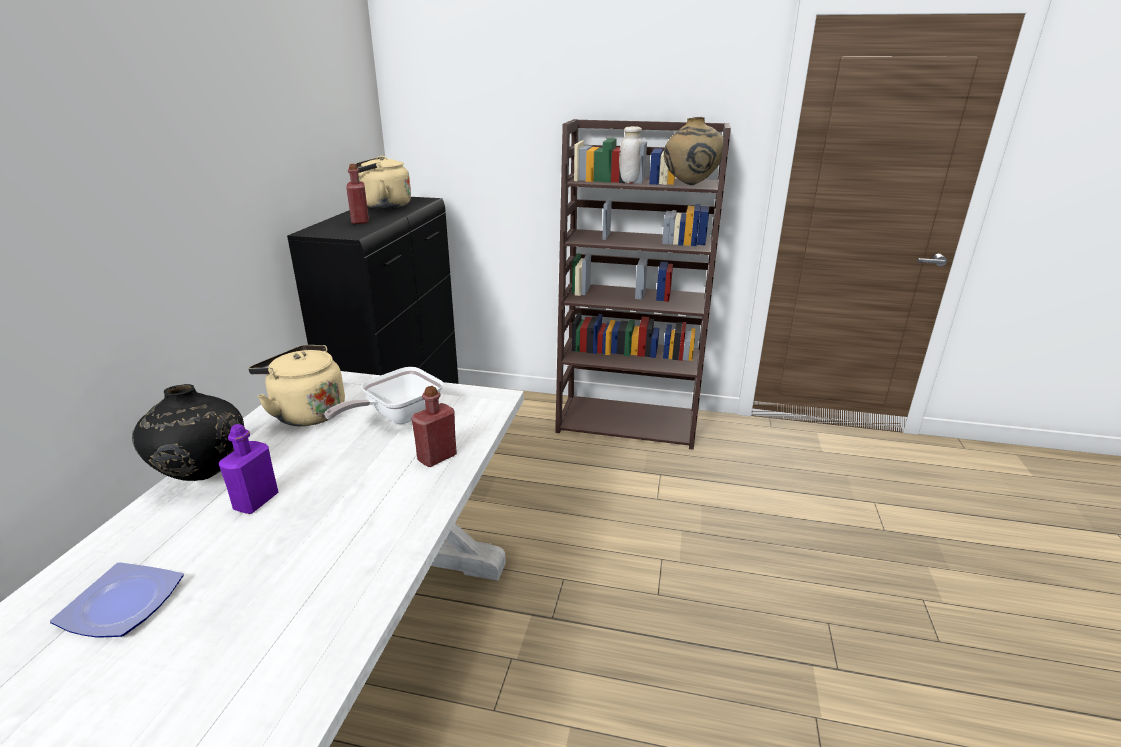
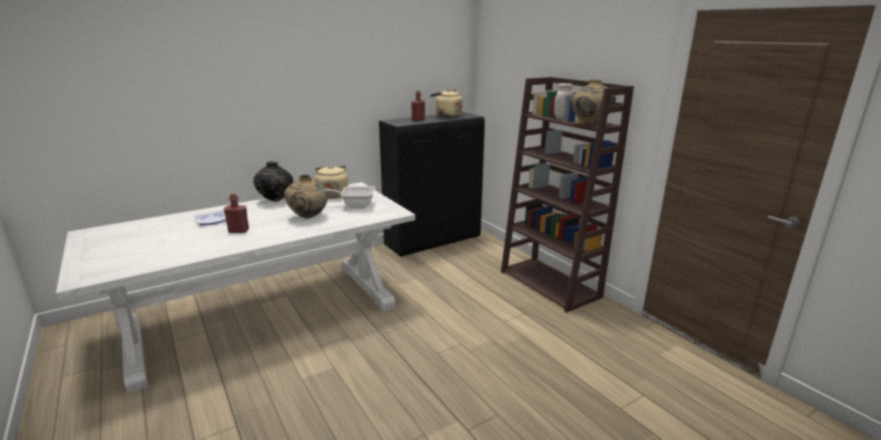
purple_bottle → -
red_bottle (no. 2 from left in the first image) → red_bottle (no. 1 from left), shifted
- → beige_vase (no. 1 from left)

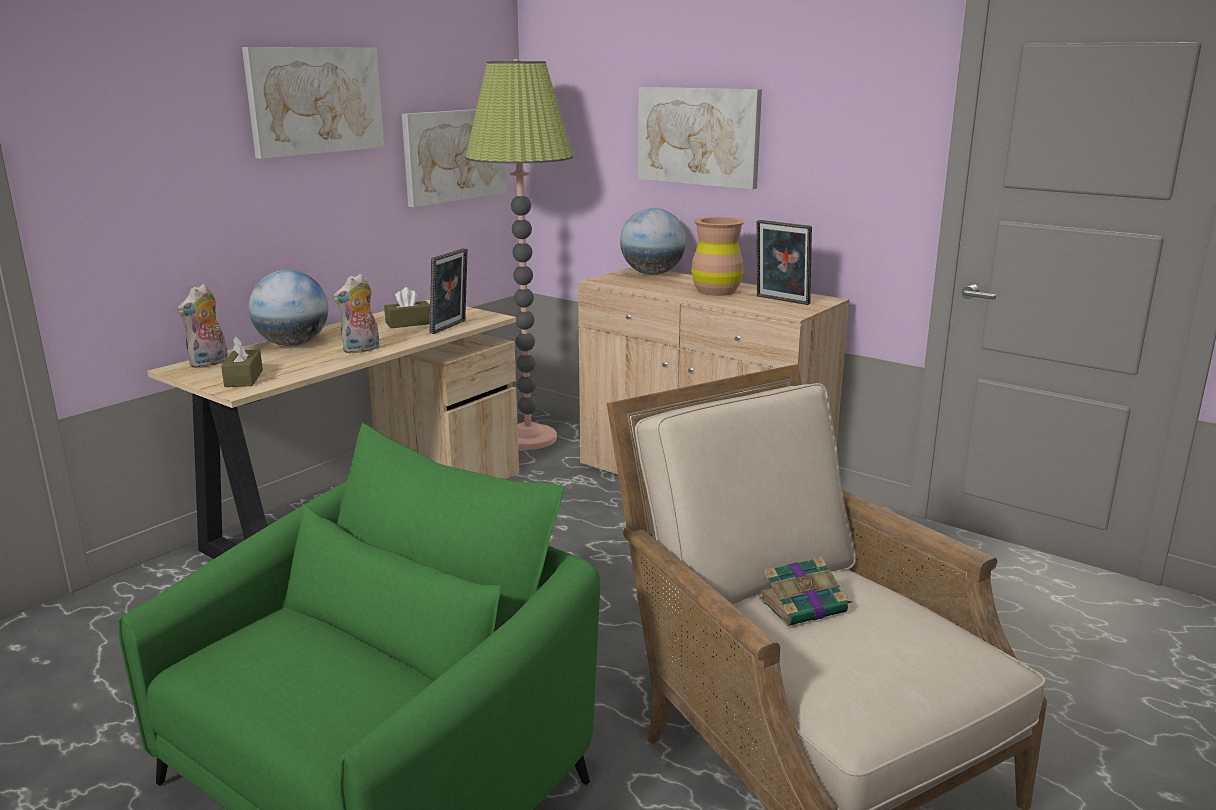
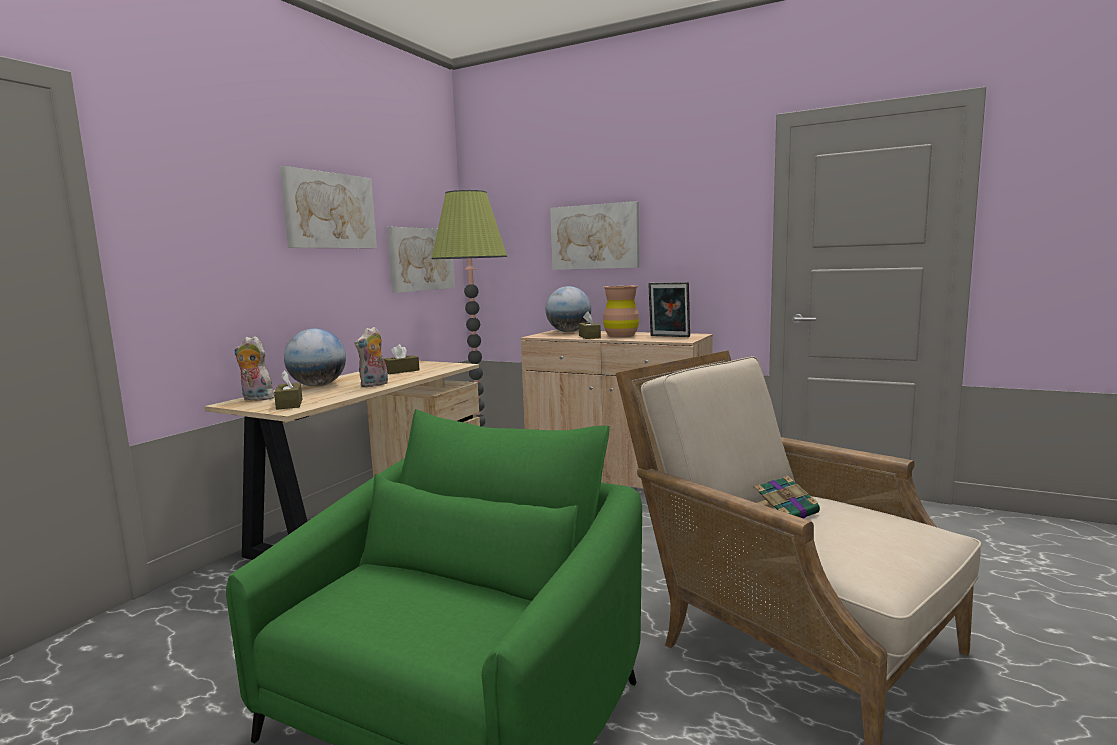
plush_toy (no. 1 from left), 90 degrees clockwise
picture_frame (no. 1 from left) → -
- → brown_tissue_box (no. 3 from left)

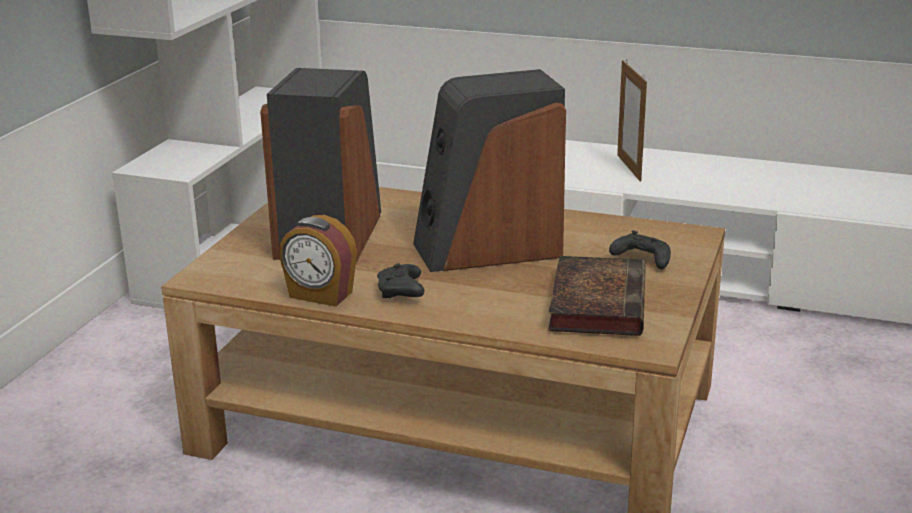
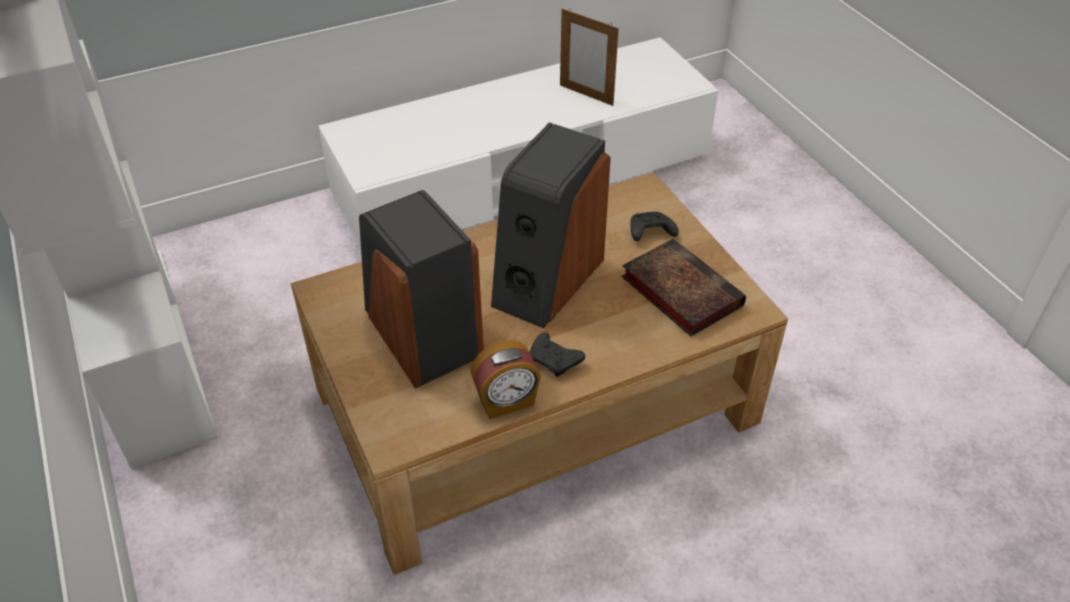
picture_frame, shifted

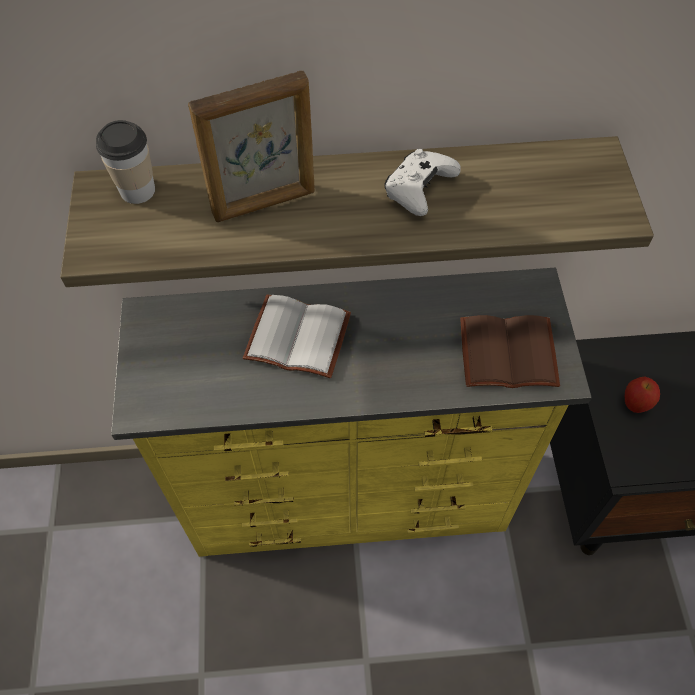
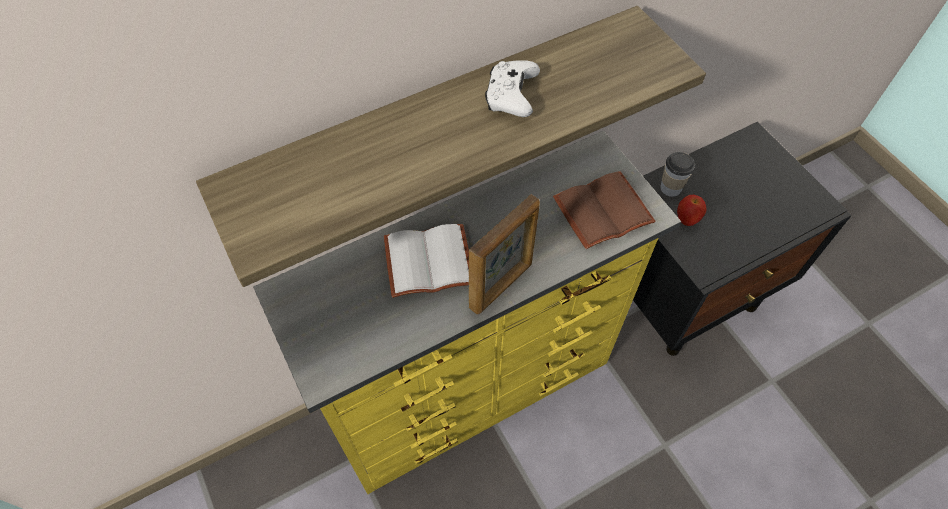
cup, shifted
picture_frame, shifted

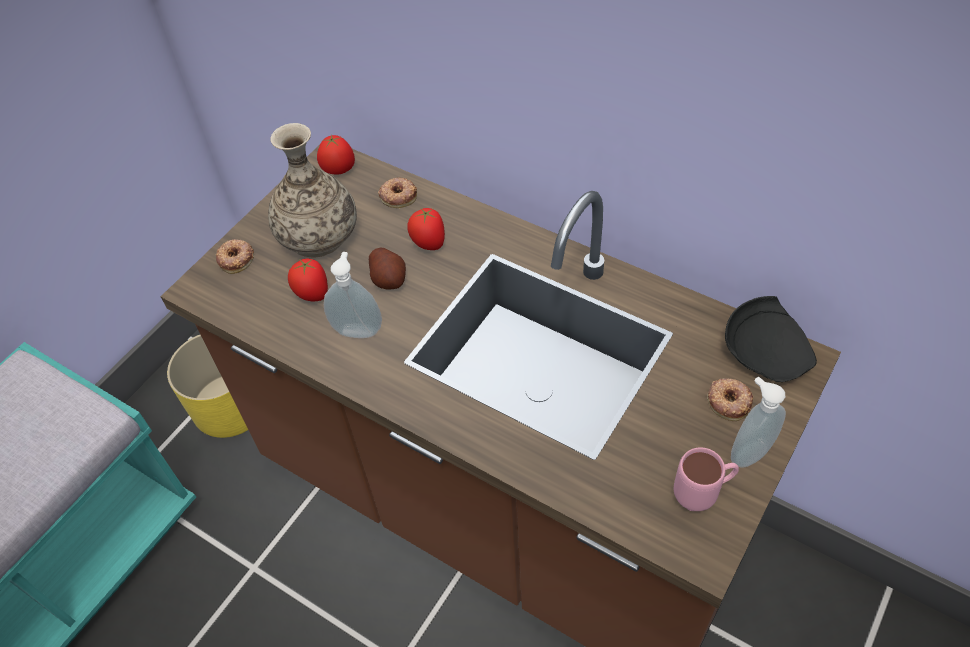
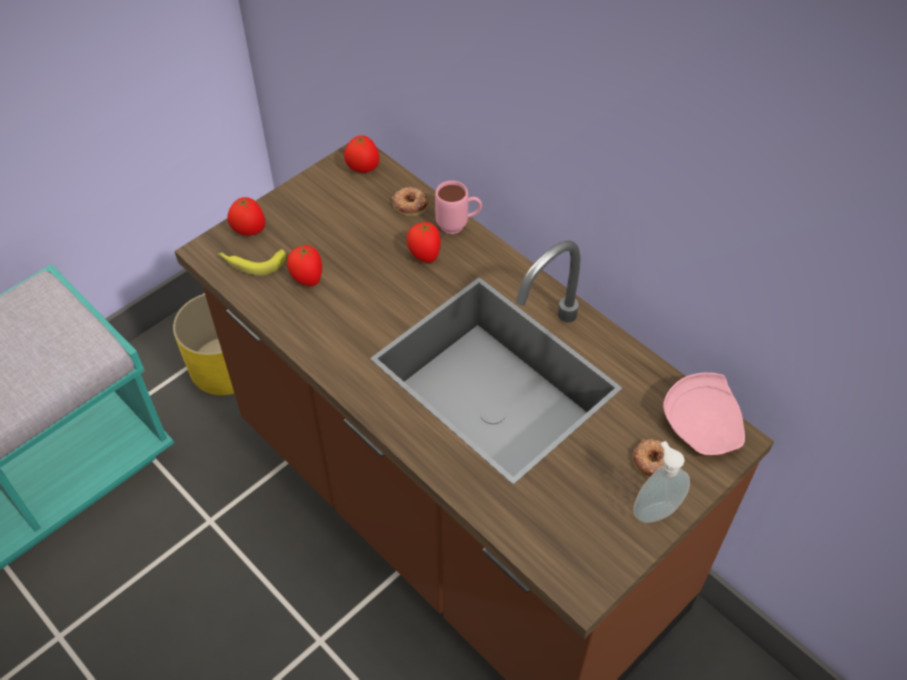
donut (no. 1 from left) → tomato (no. 1 from left)
vase → -
soap_dispenser (no. 1 from left) → -
potato → -
pink_mug, shifted
black_plate → pink_plate
- → banana

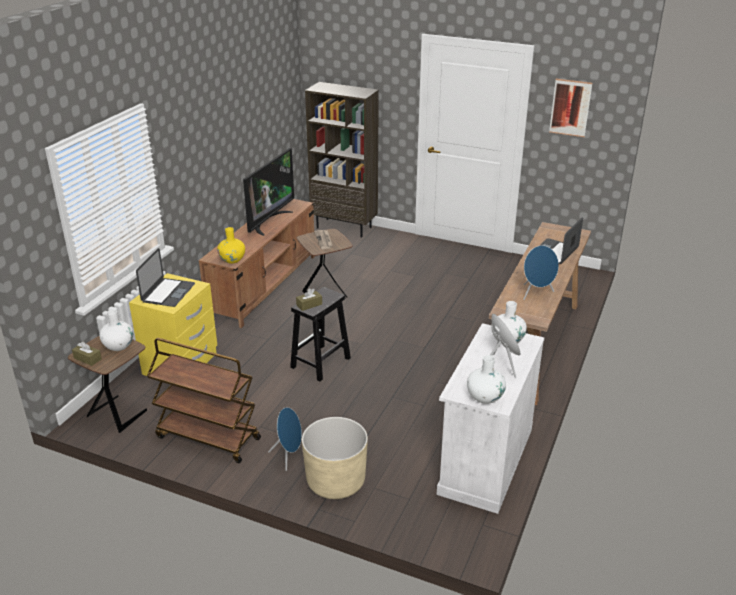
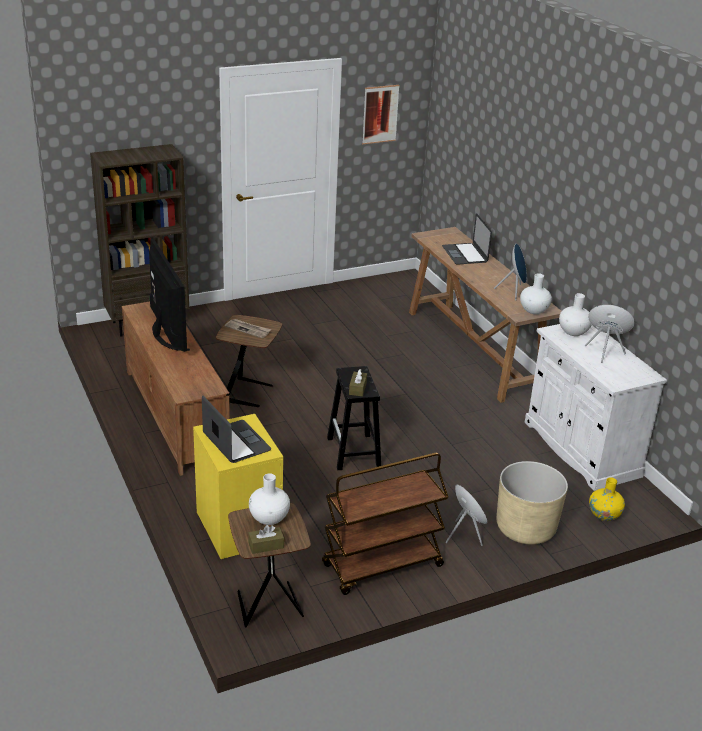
yellow_vase, shifted
white_vase (no. 2 from left), shifted

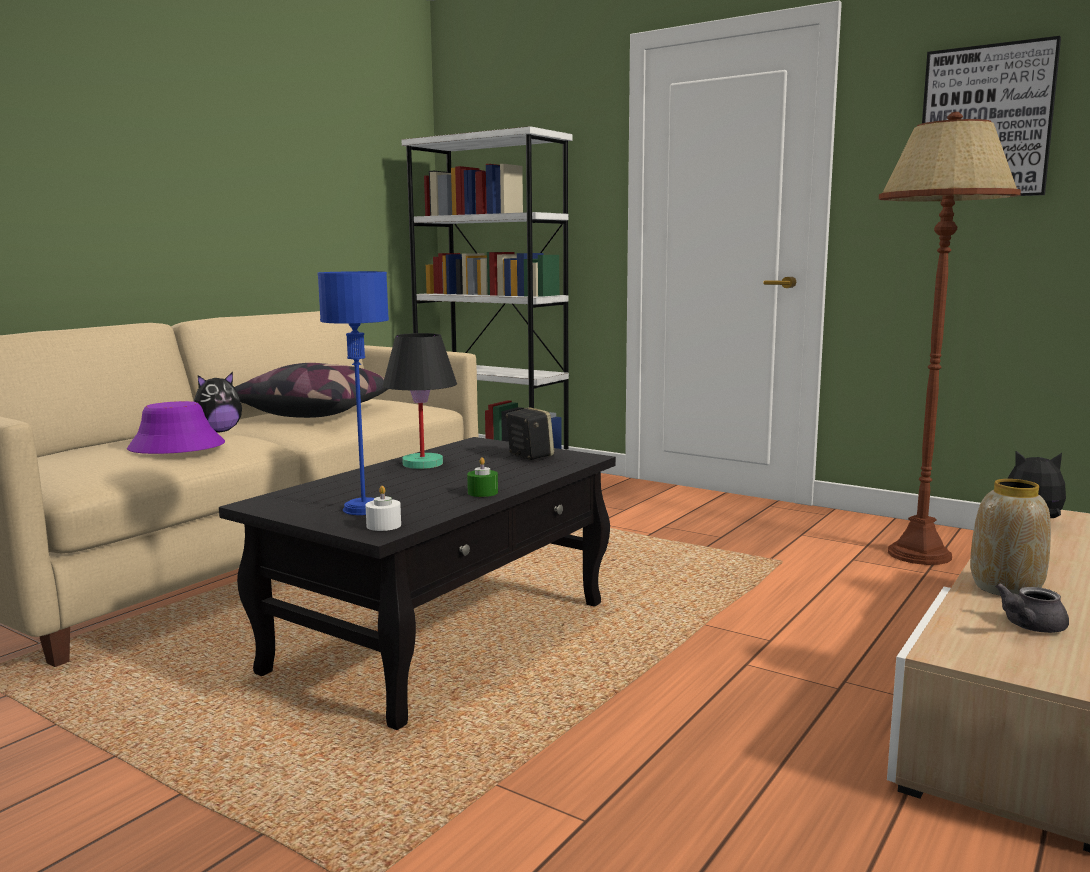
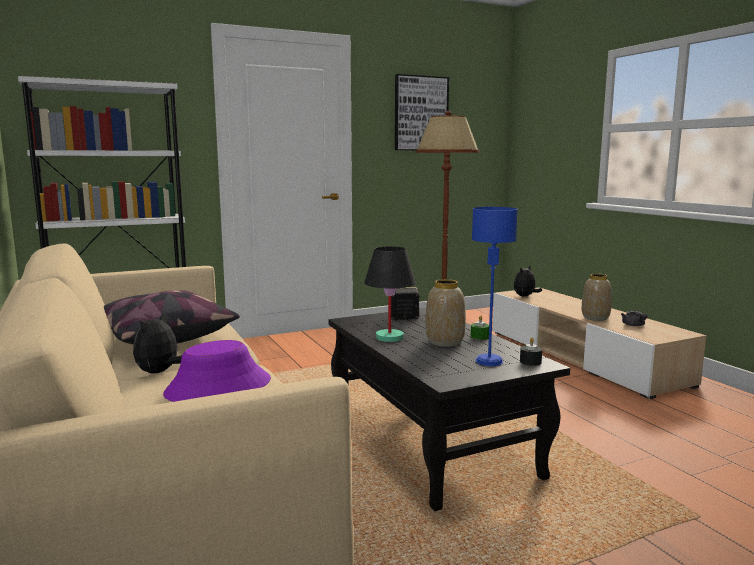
plush_toy (no. 1 from left), 150 degrees counterclockwise
white_candle → black_candle
- → vase (no. 1 from left)

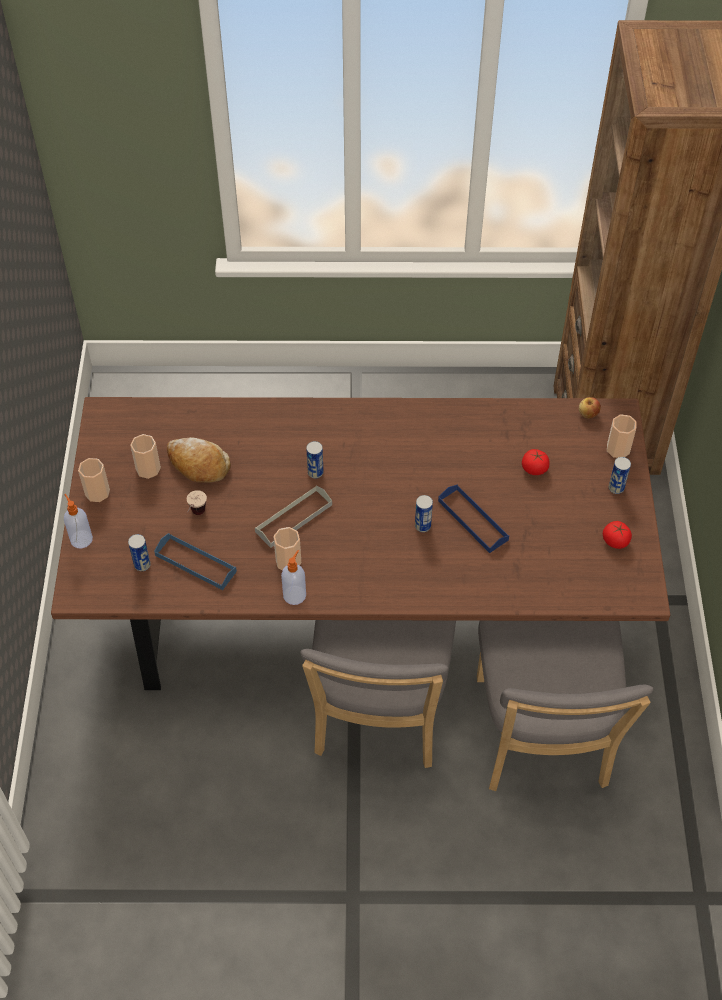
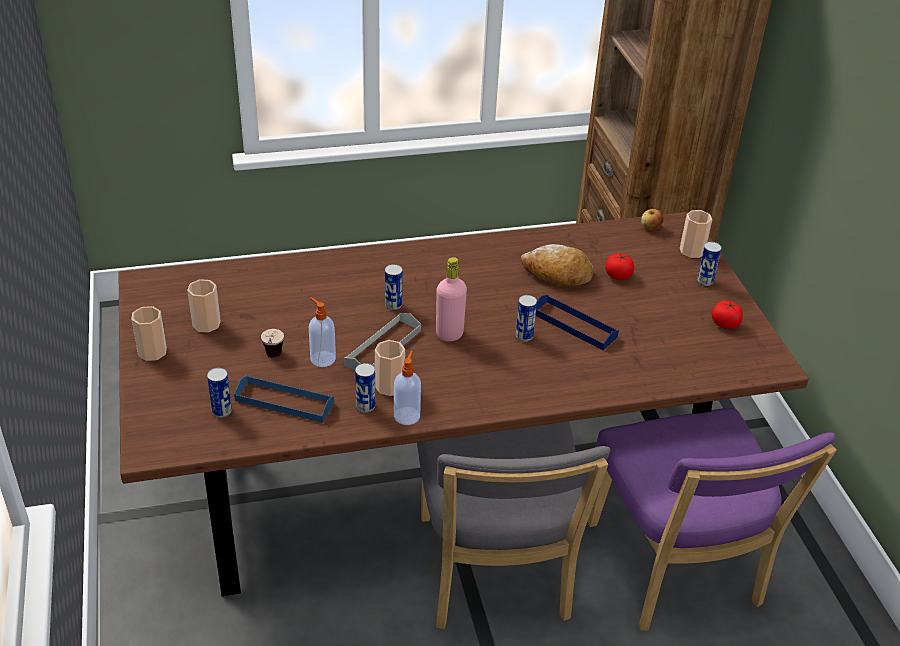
soap_dispenser (no. 1 from left), shifted
bread, shifted
grey_chair (no. 2 from left) → purple_chair
- → can (no. 2 from left)
- → pink_bottle

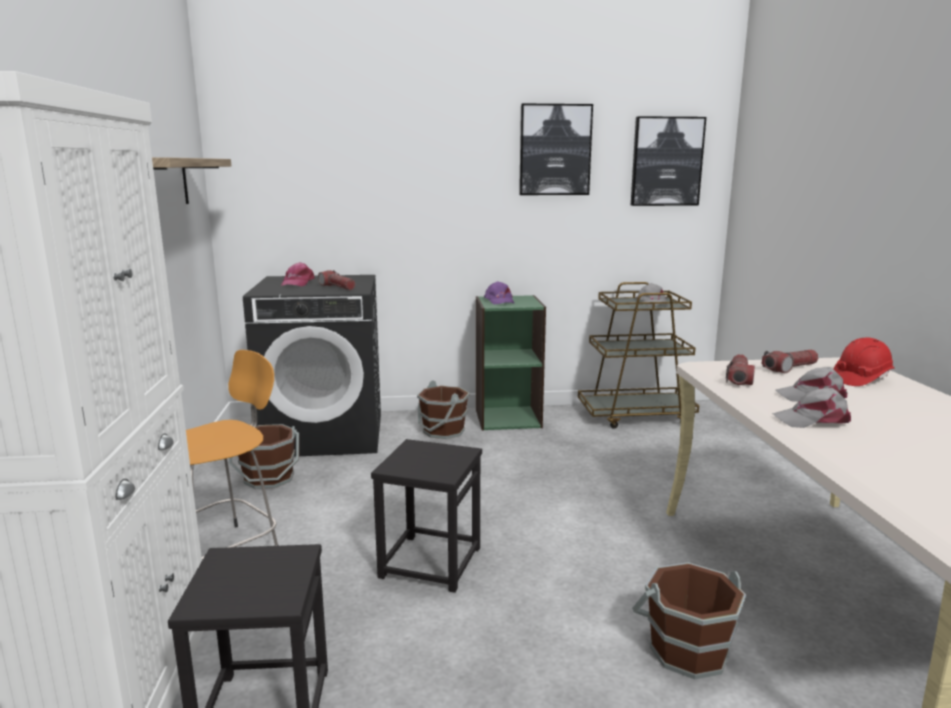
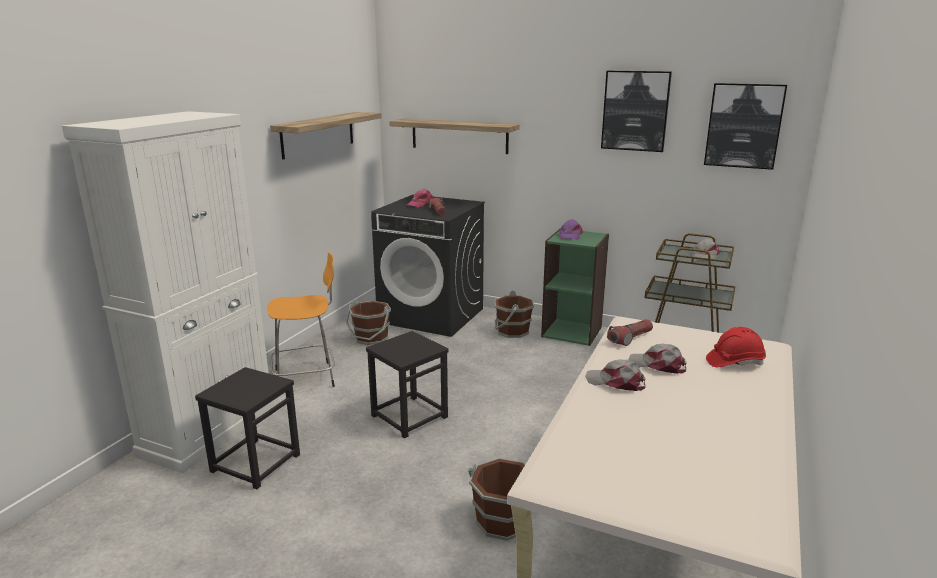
flashlight (no. 3 from left) → -
- → shelf (no. 2 from left)

